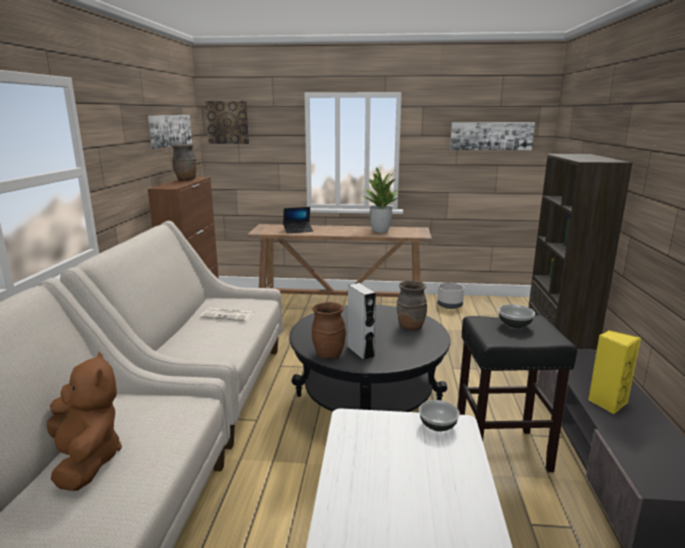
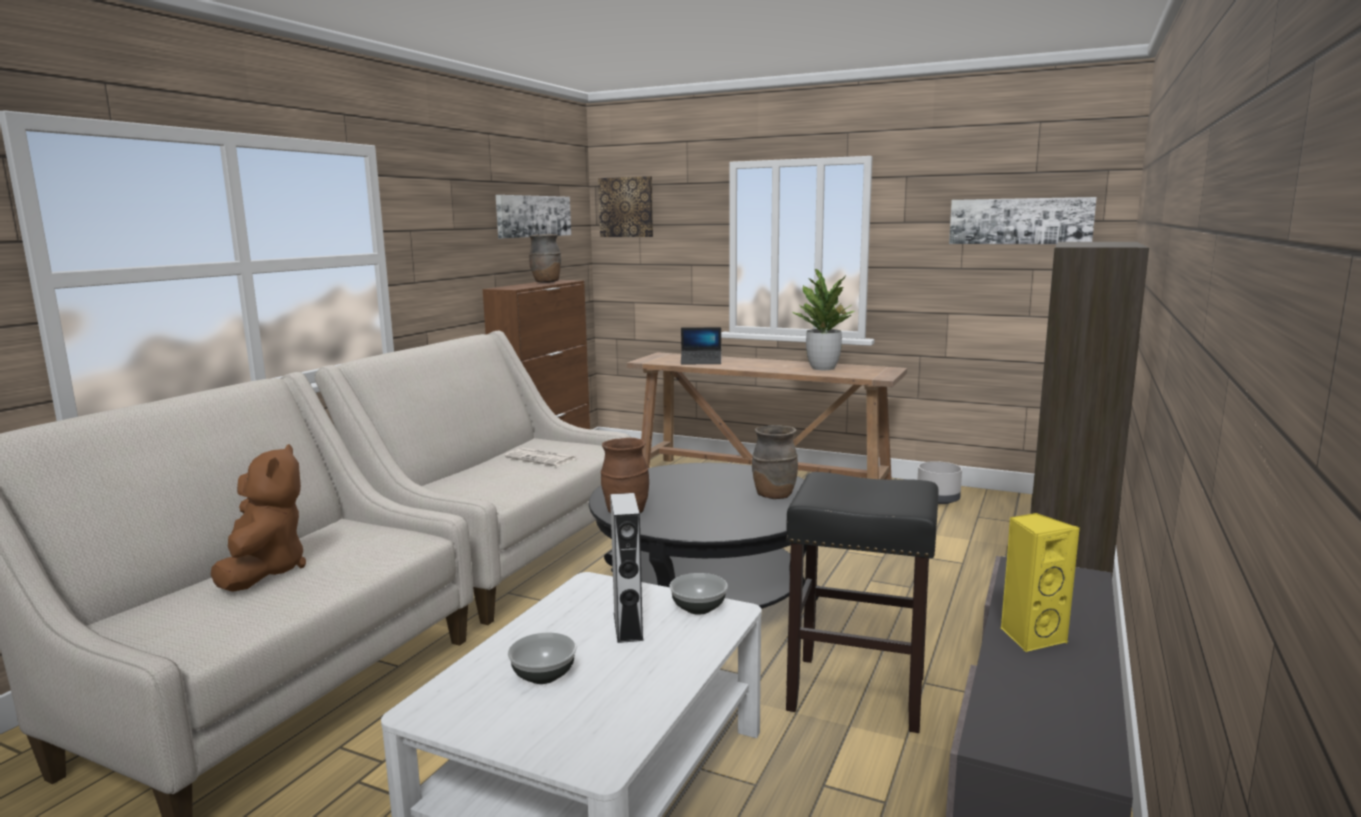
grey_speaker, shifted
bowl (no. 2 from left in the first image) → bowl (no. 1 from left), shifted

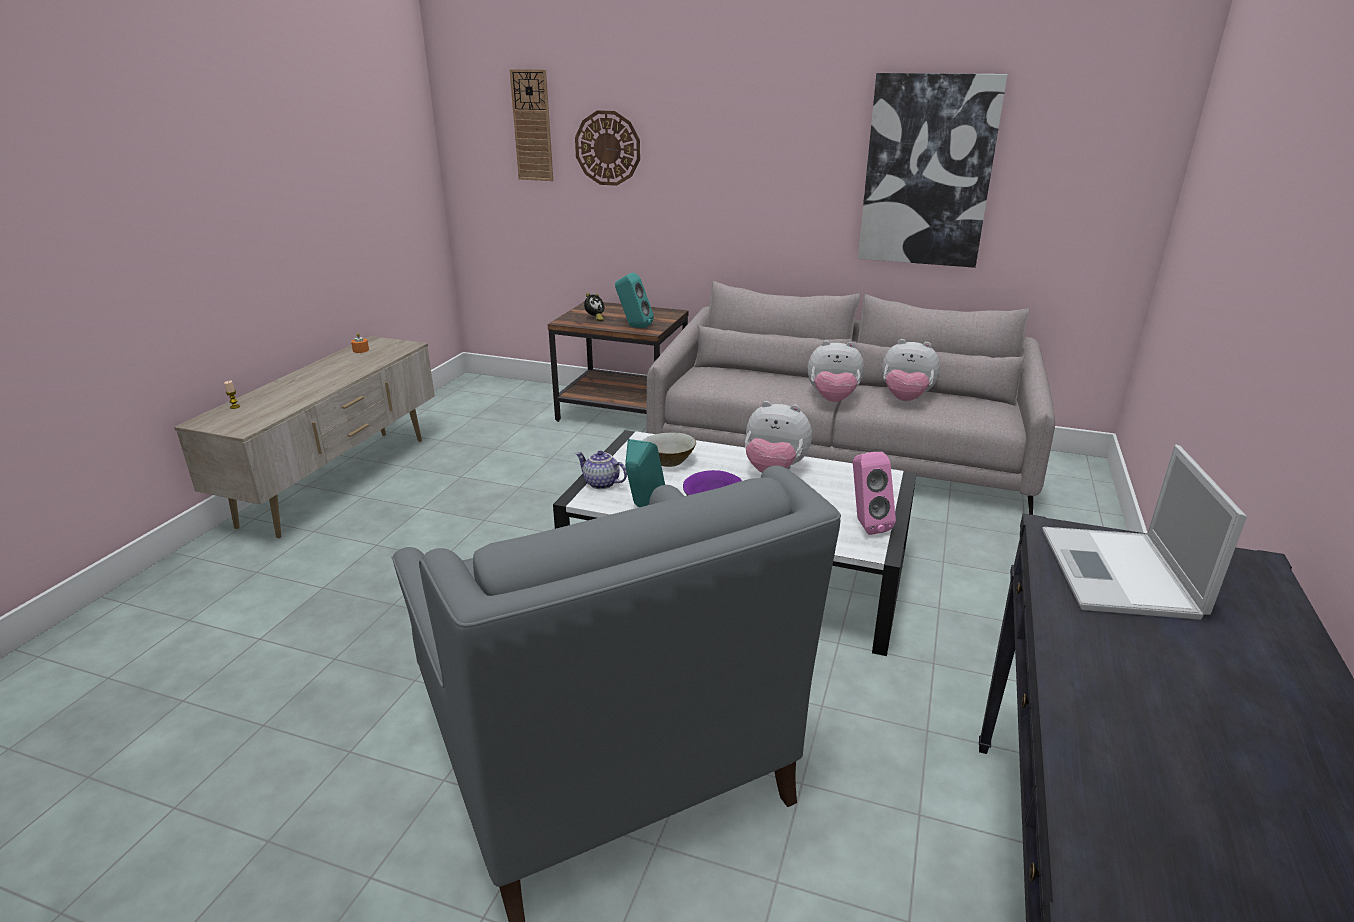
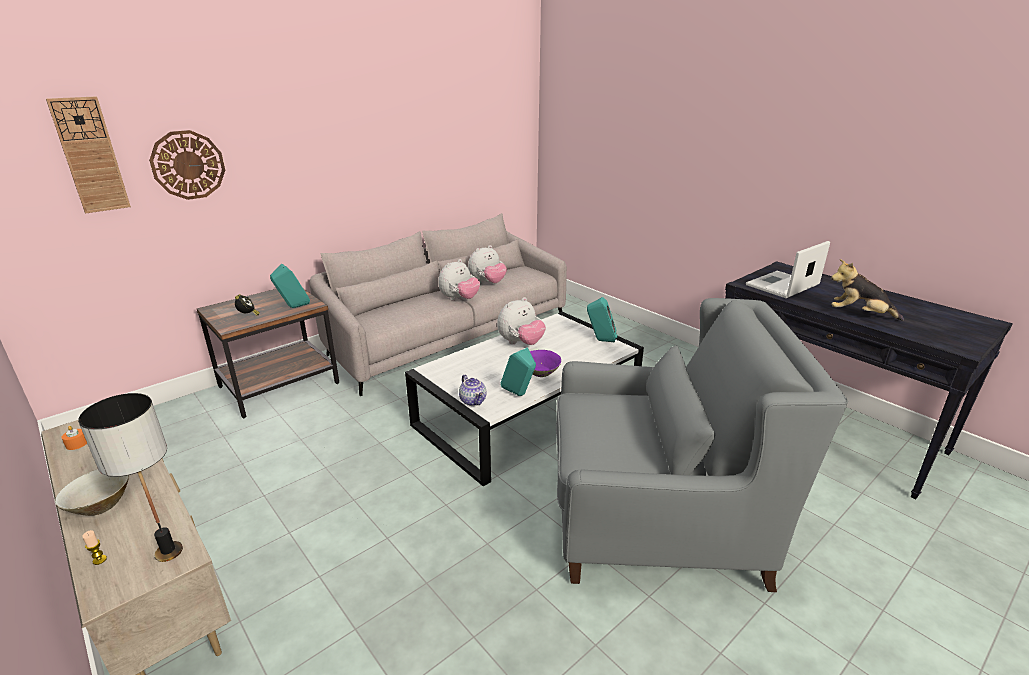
teapot, 90 degrees counterclockwise
beige_bowl, shifted
pink_speaker → turquoise_speaker (no. 3 from left)
picture → -
laptop, 105 degrees clockwise
- → table_lamp
- → plush_toy (no. 4 from left)

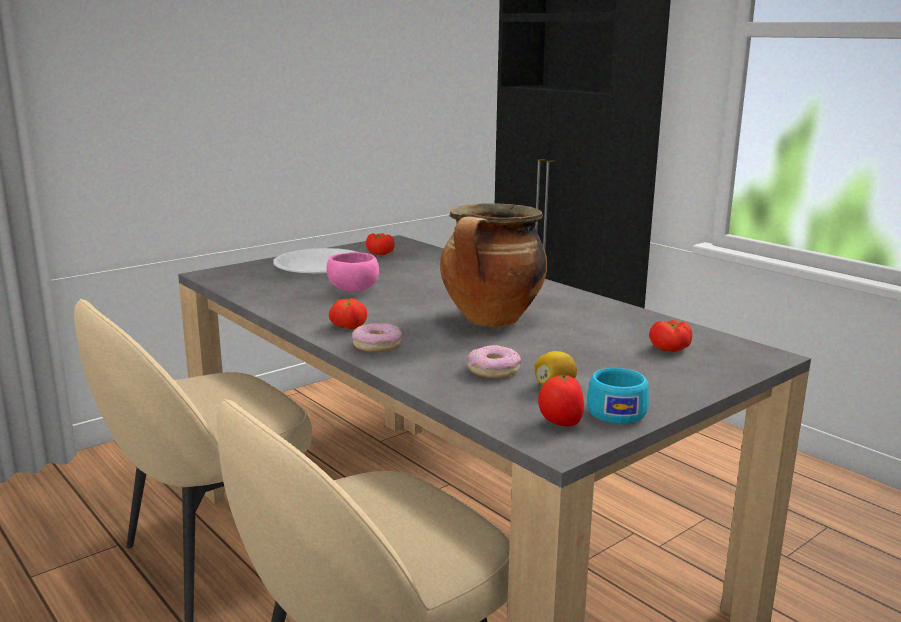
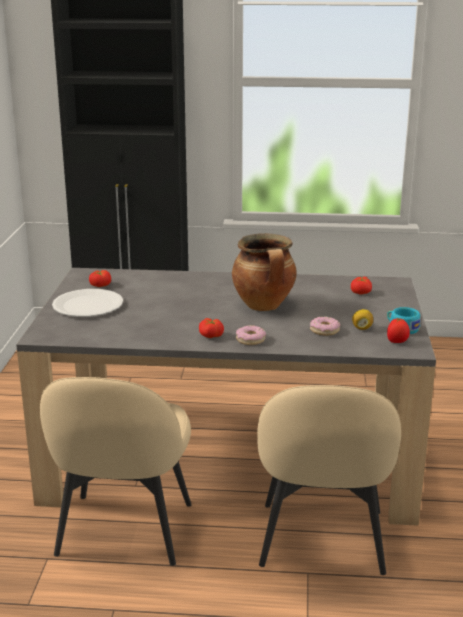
pink_bowl → -

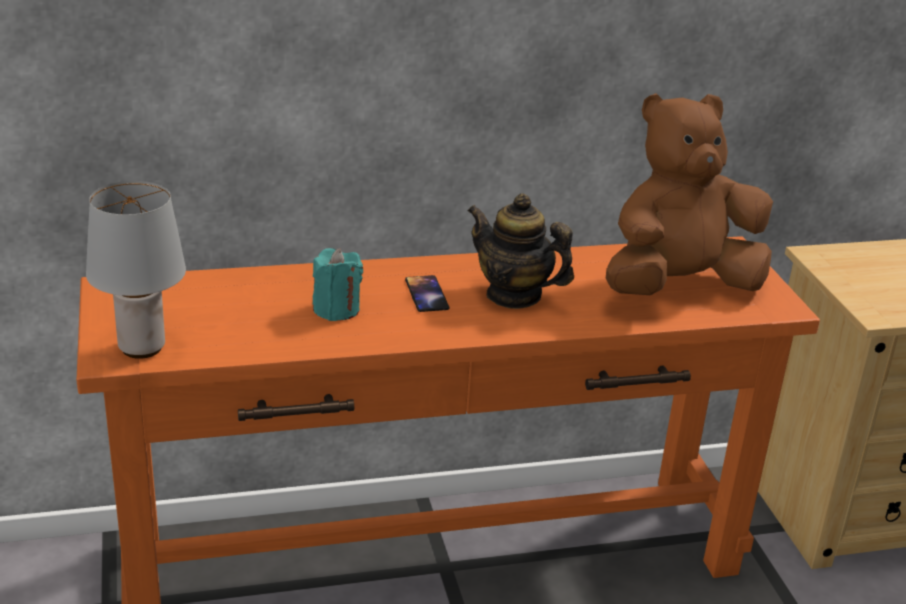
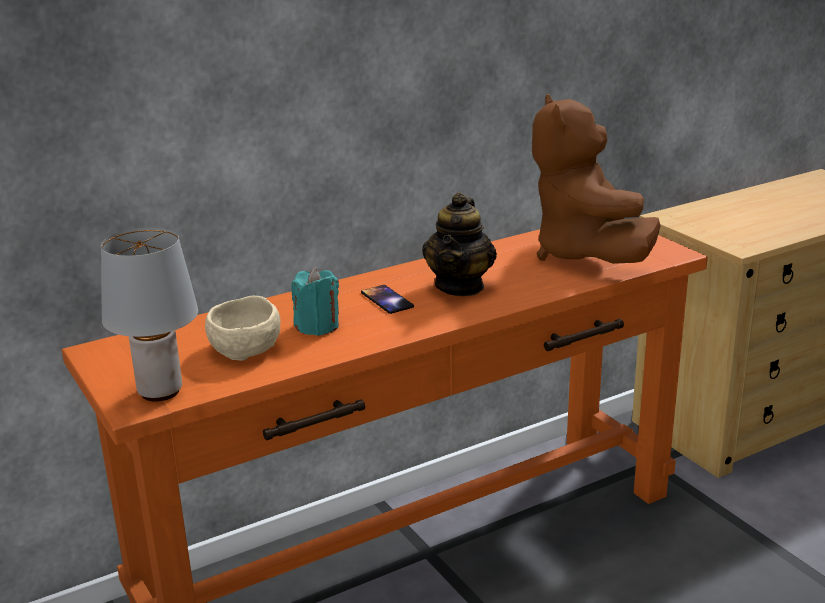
teapot, 90 degrees counterclockwise
brown_plush_toy, 60 degrees counterclockwise
- → beige_bowl

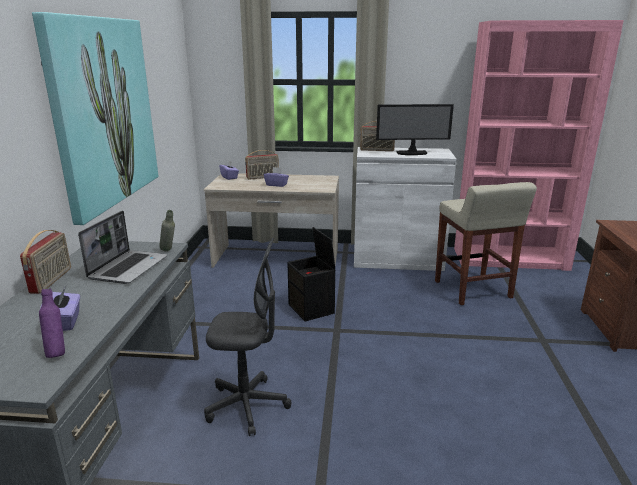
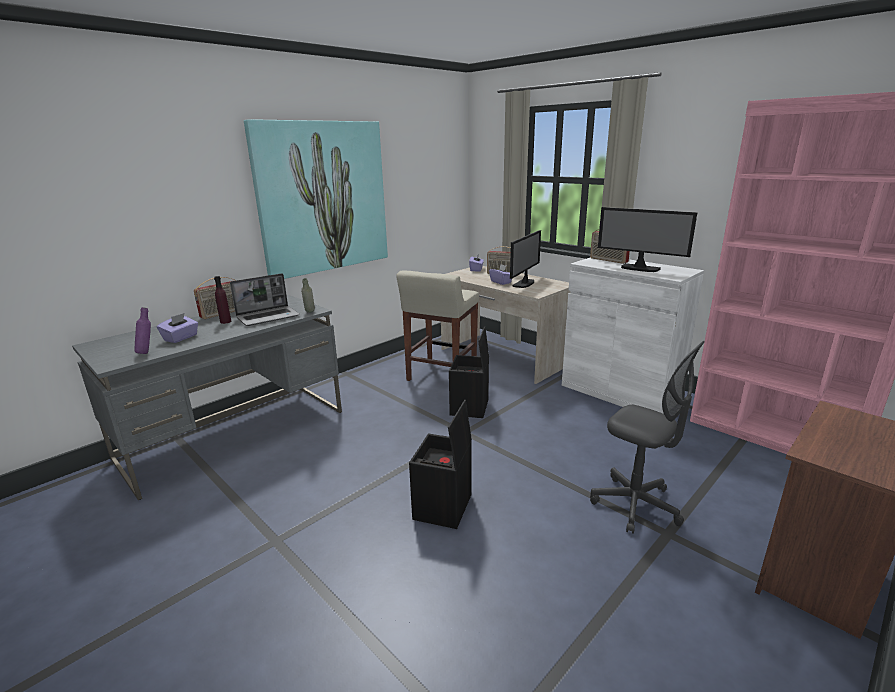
grey_office_chair, shifted
beige_stool, shifted
- → purple_bottle (no. 2 from left)
- → black_storage_box (no. 1 from left)
- → monitor (no. 1 from left)

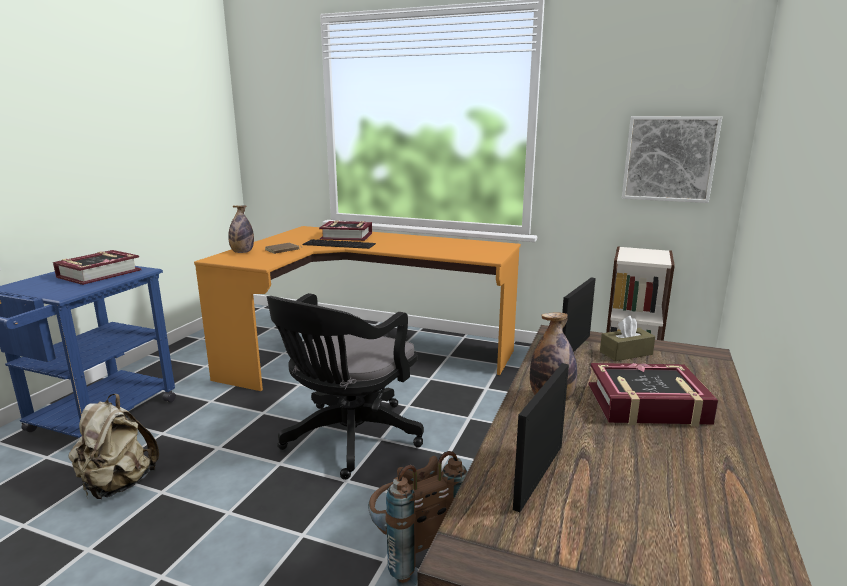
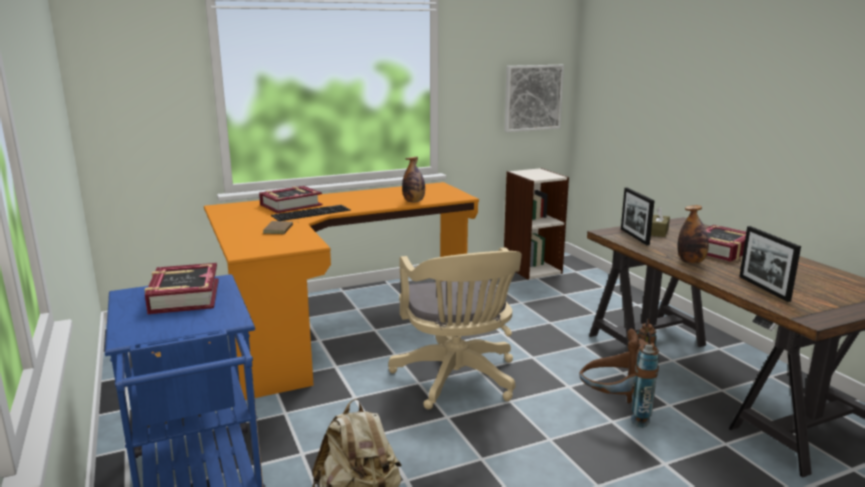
bottle (no. 1 from left), shifted
black_office_chair → beige_office_chair

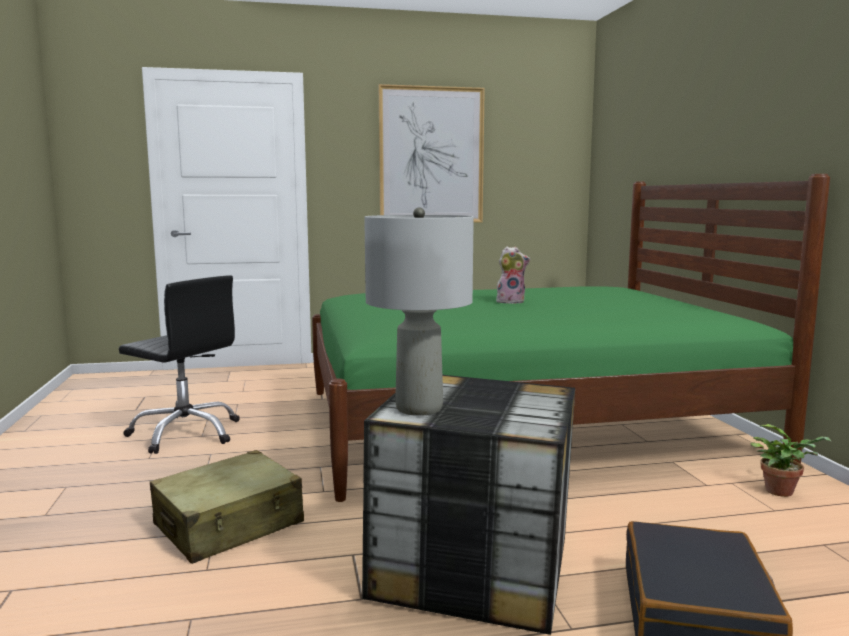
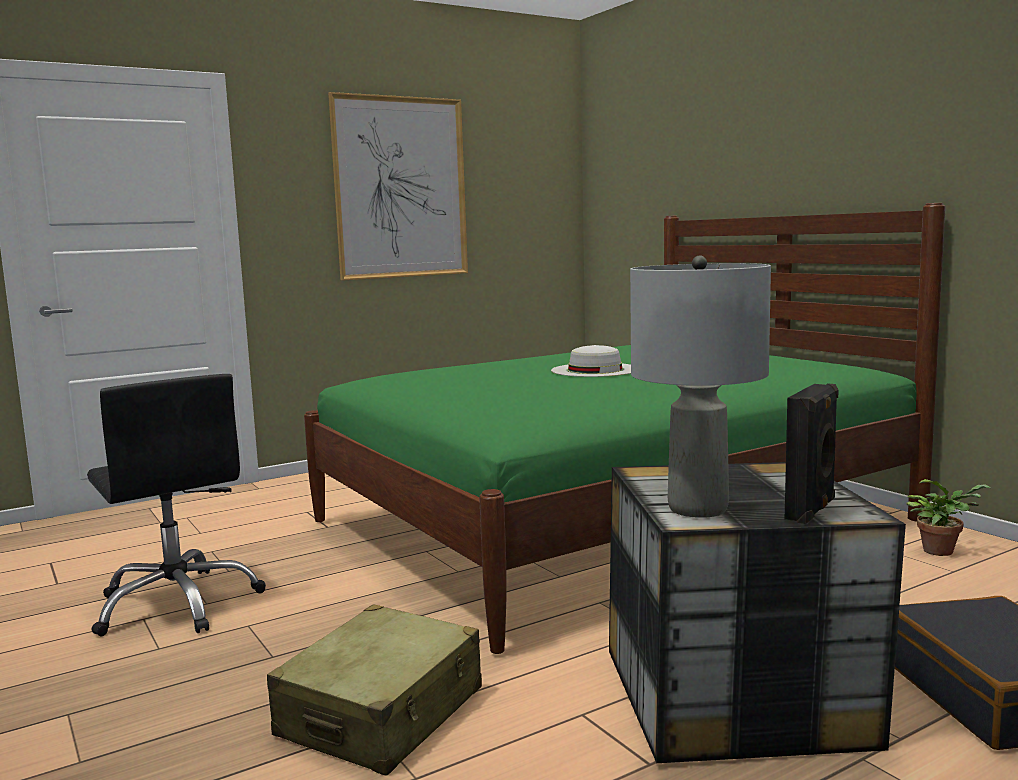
black_office_chair, 45 degrees clockwise
plush_toy → white_hat
- → black_speaker

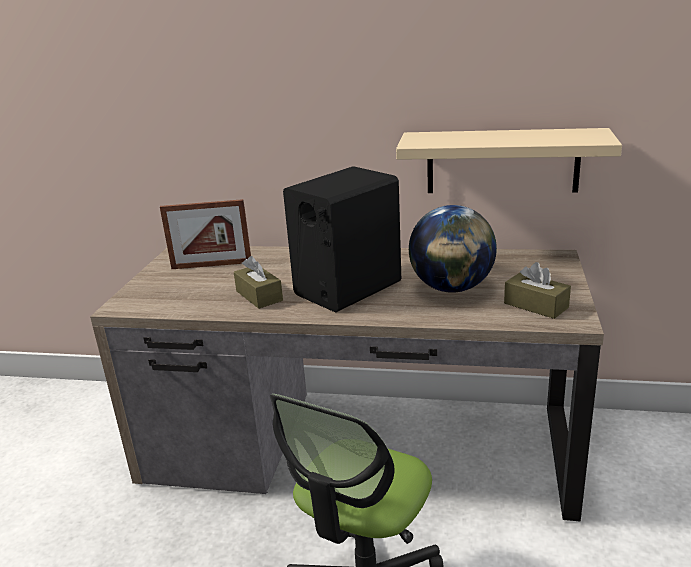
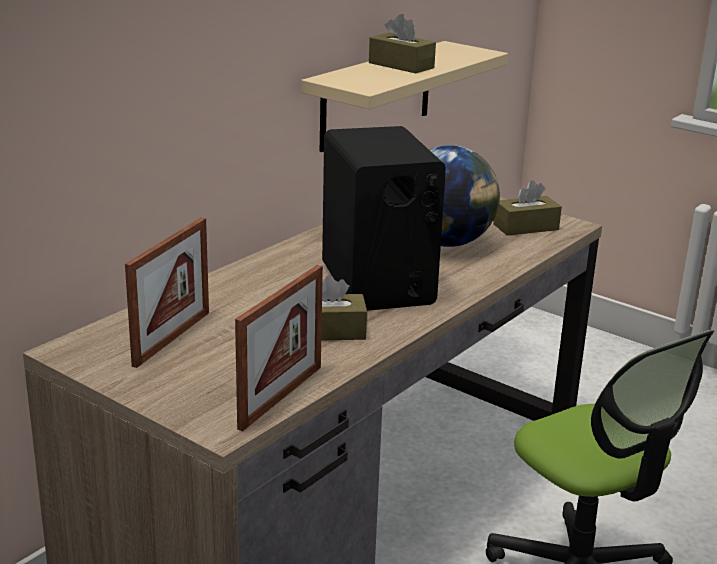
- → picture_frame (no. 2 from left)
- → brown_tissue_box (no. 2 from left)

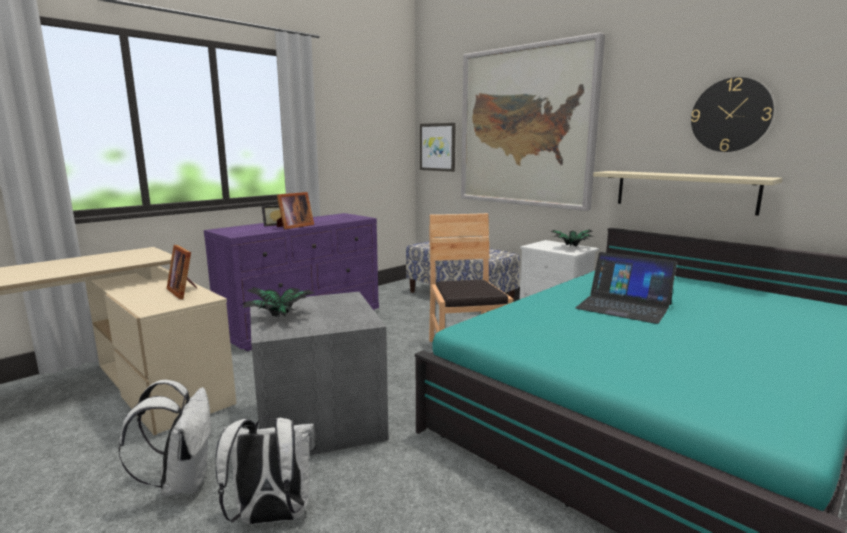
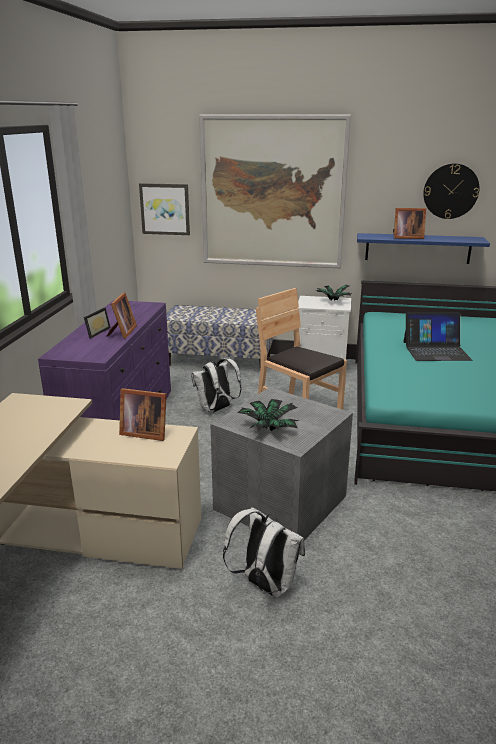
white_backpack (no. 2 from left in the first image) → white_backpack (no. 1 from left), shifted
beige_shelf → blue_shelf
- → picture_frame (no. 4 from left)

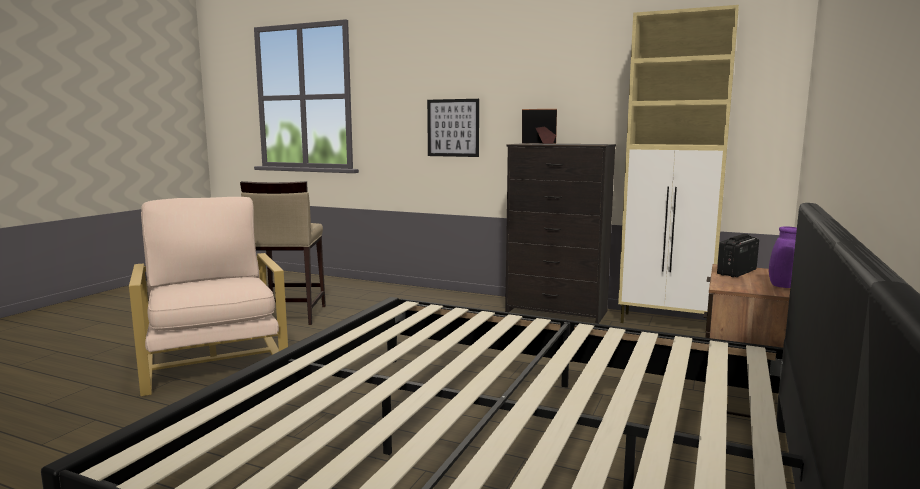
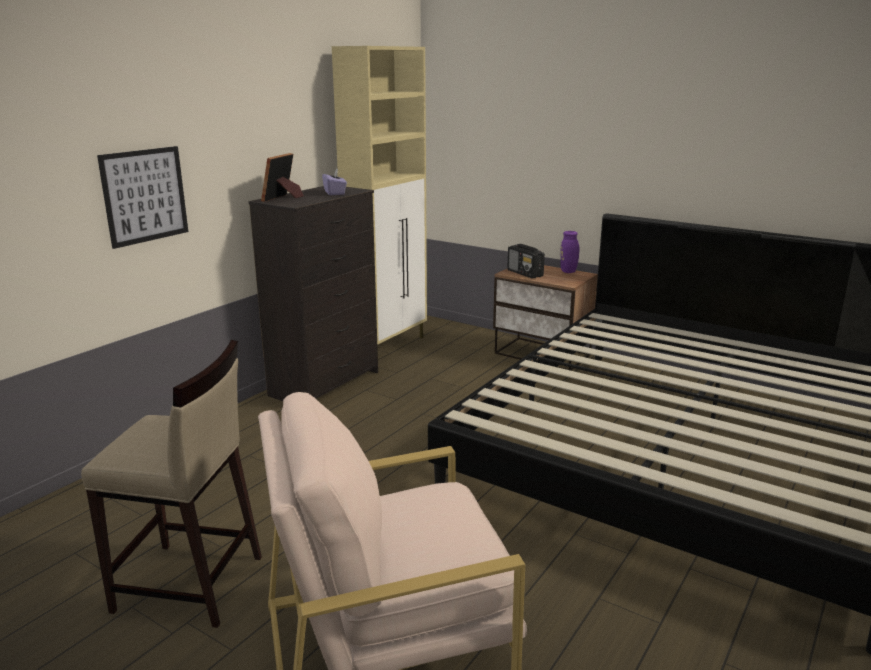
- → purple_tissue_box

